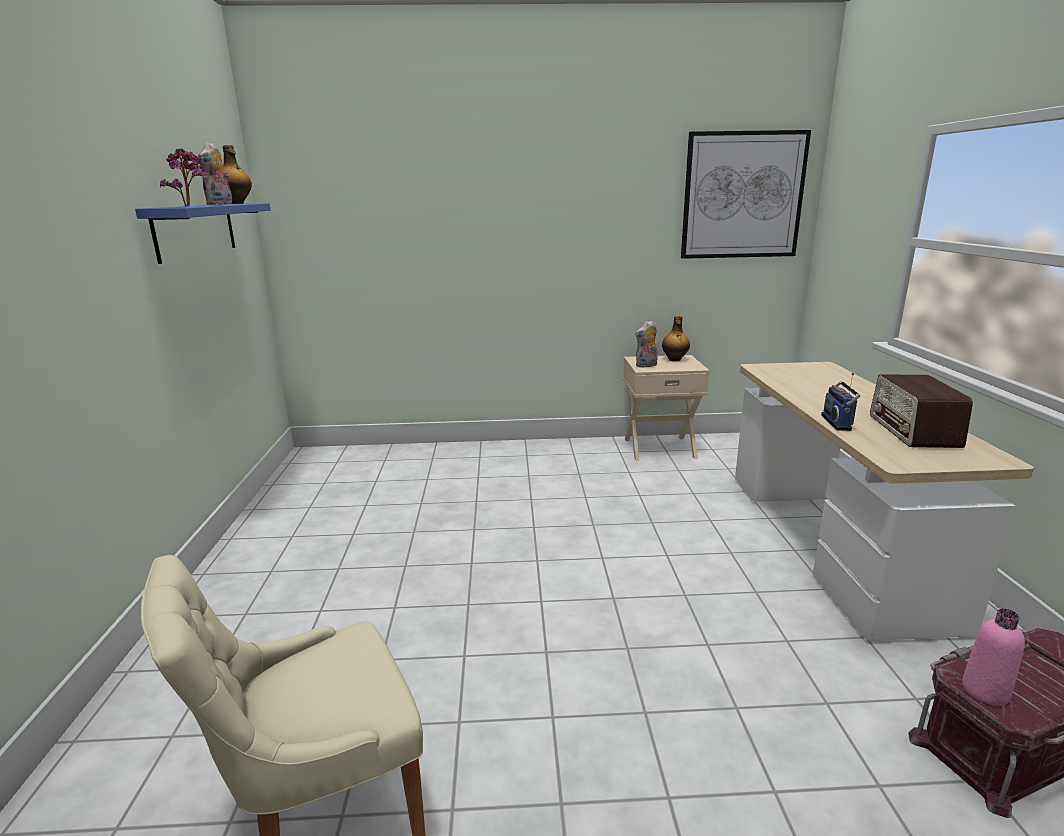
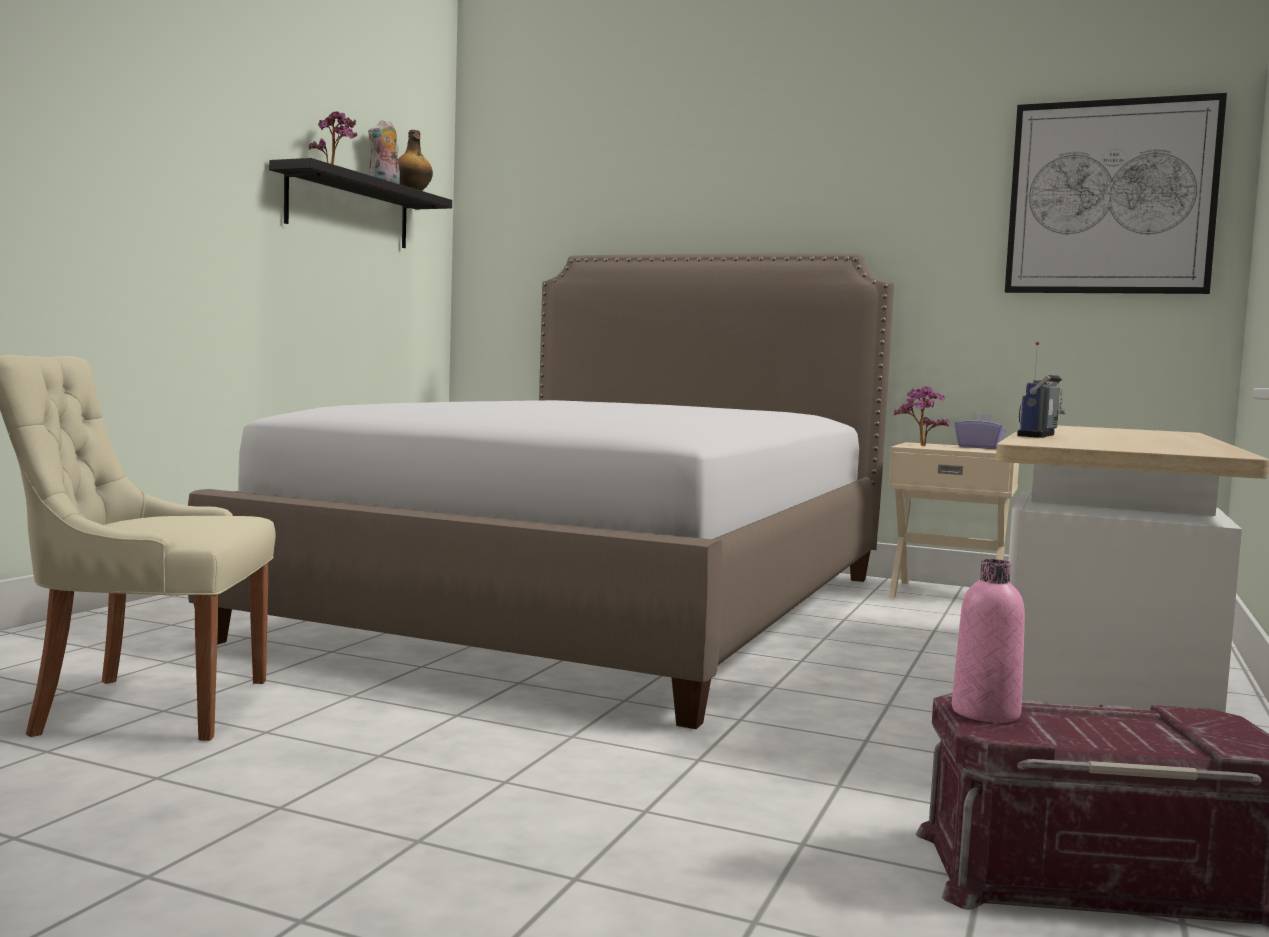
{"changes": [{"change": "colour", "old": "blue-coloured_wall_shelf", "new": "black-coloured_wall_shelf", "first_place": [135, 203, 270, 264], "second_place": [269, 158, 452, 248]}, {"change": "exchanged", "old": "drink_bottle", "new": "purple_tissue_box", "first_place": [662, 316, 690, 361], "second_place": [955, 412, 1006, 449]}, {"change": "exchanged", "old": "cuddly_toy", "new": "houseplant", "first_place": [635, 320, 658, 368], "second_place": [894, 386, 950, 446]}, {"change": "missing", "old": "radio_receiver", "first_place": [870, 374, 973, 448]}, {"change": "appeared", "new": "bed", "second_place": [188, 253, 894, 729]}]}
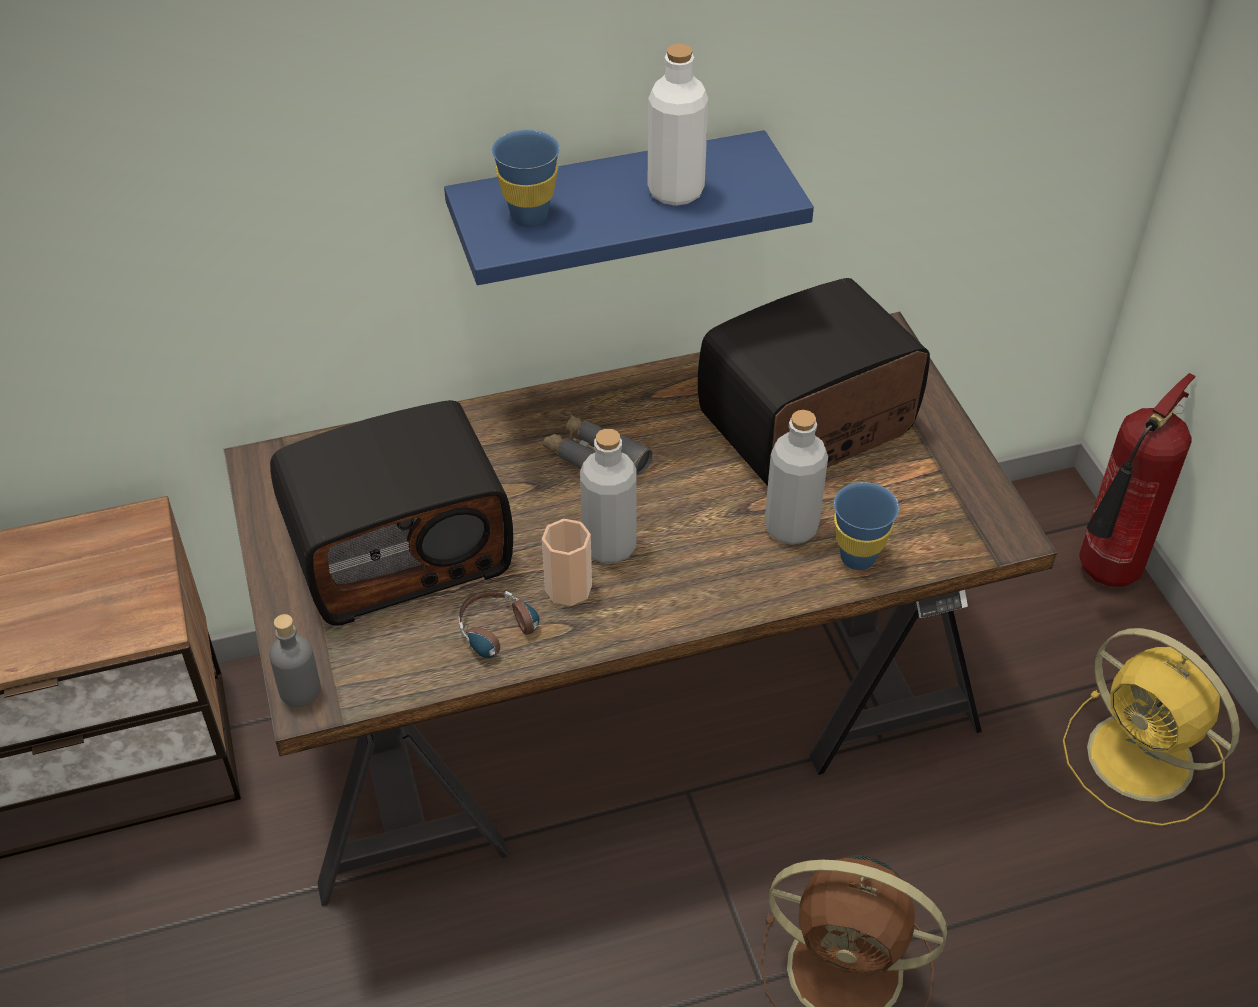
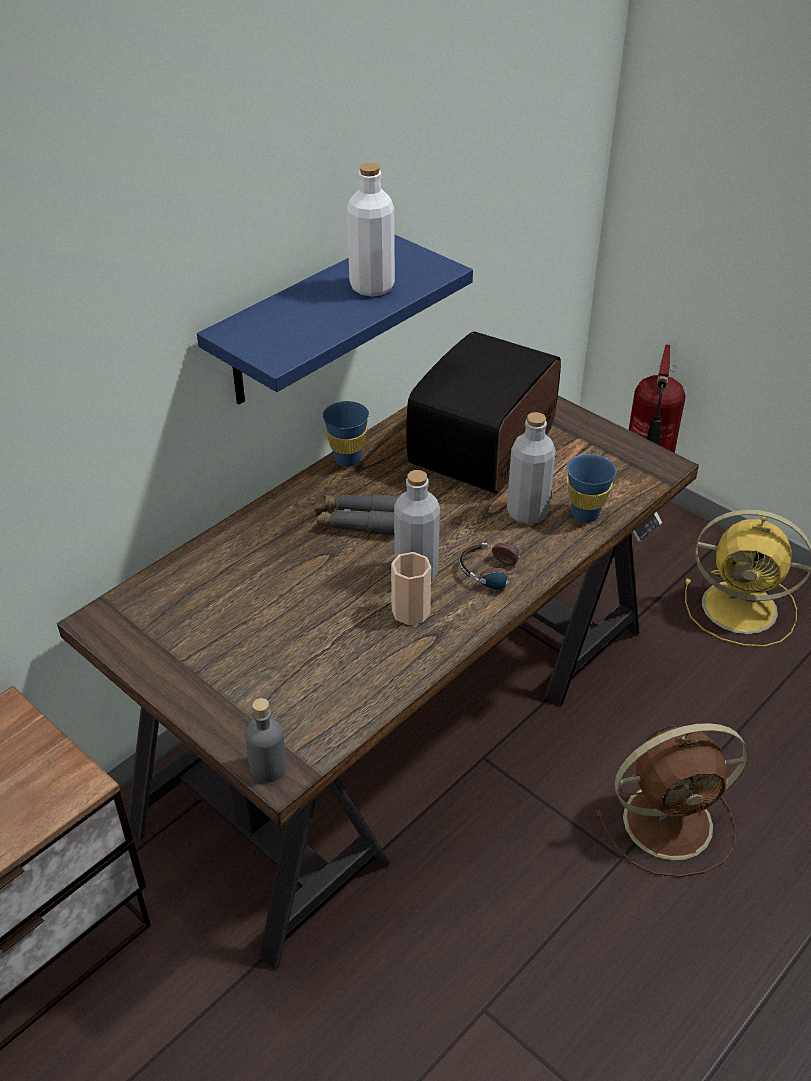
{"changes": [{"change": "relocated", "old": "blue-coloured_cup", "first_place": [492, 130, 560, 227], "second_place": [323, 401, 369, 467]}, {"change": "missing", "old": "radio_receiver", "first_place": [270, 400, 513, 625]}, {"change": "relocated", "old": "pair_of_headphones", "first_place": [459, 591, 540, 669], "second_place": [460, 543, 531, 590]}]}
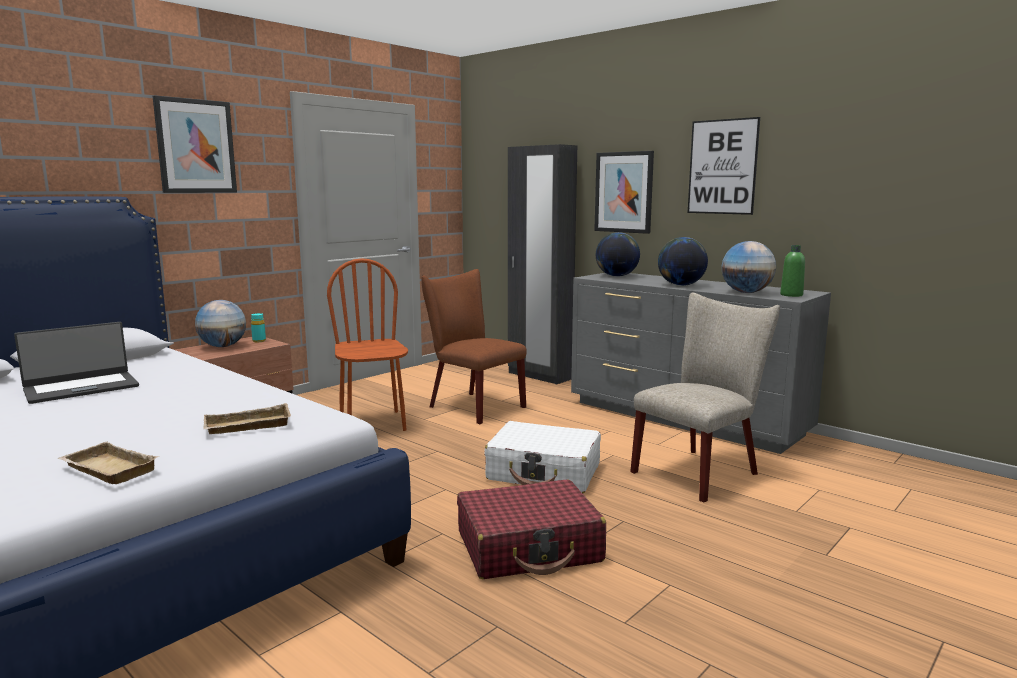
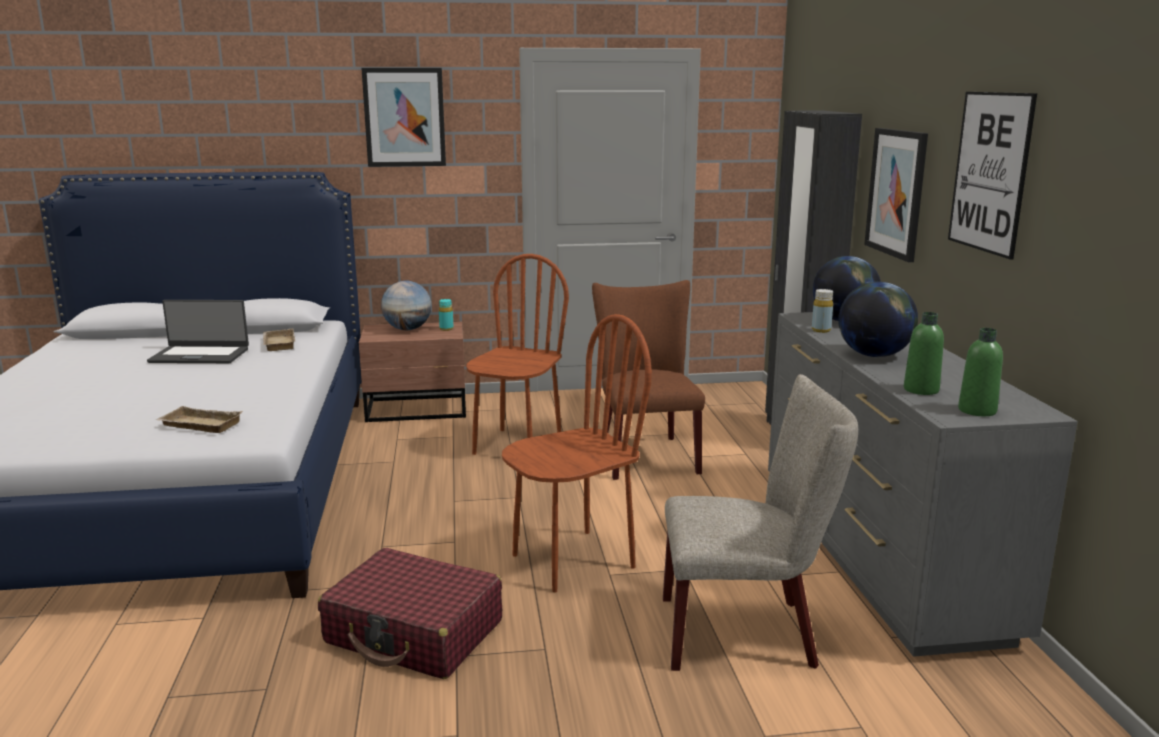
{"changes": [{"change": "exchanged", "old": "desk_globe", "new": "green-coloured_drink_bottle", "first_place": [721, 241, 776, 293], "second_place": [904, 312, 944, 395]}, {"change": "exchanged", "old": "whitish_travel_case", "new": "brown_chair", "first_place": [484, 421, 601, 493], "second_place": [502, 314, 652, 592]}, {"change": "relocated", "old": "beige_tray", "first_place": [58, 442, 159, 484], "second_place": [263, 329, 295, 351]}, {"change": "appeared", "new": "yellow-coloured_drink_bottle", "second_place": [812, 289, 833, 333]}]}
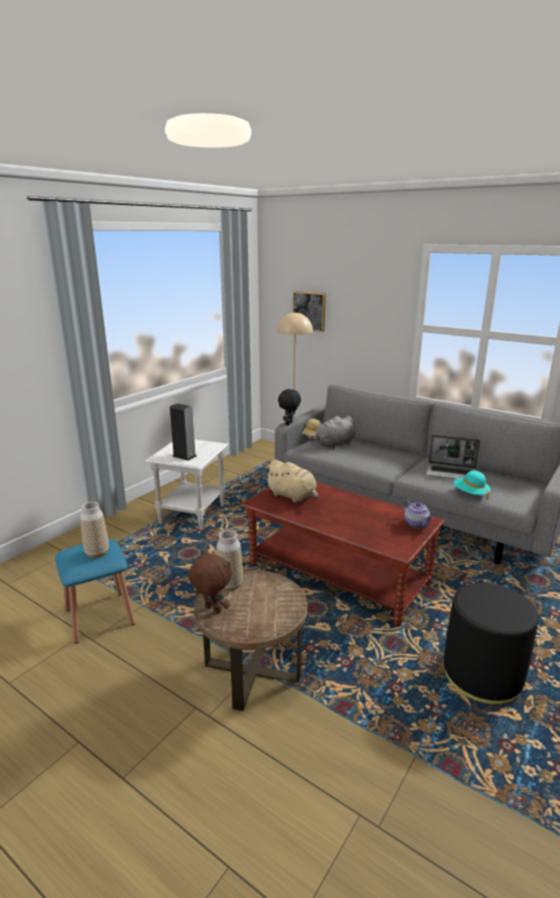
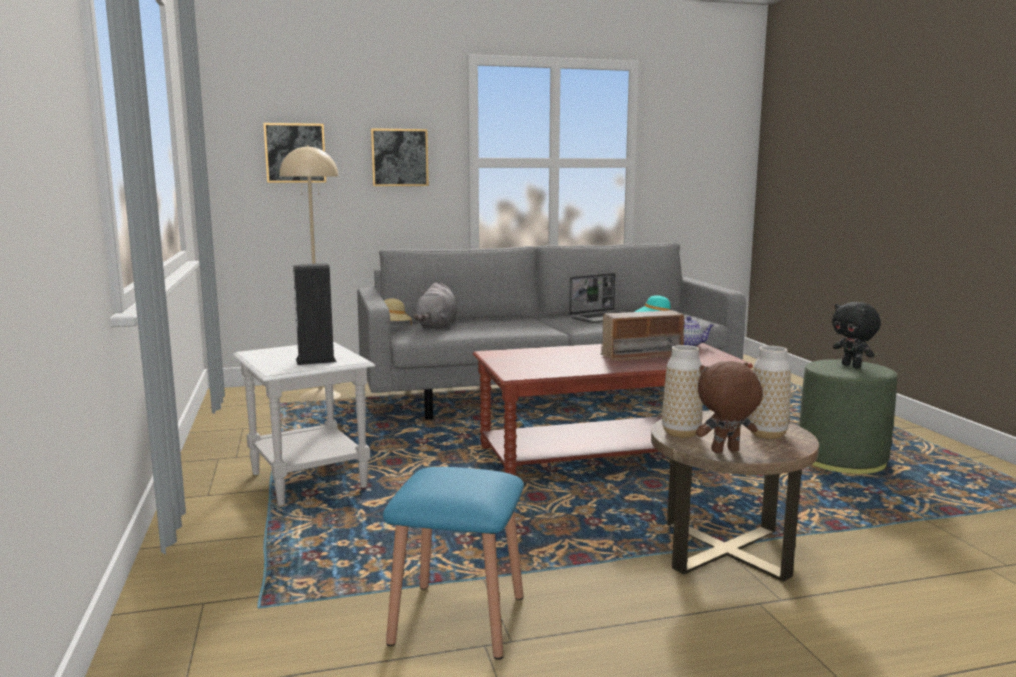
{"changes": [{"change": "relocated", "old": "black-coloured_cuddly_toy", "first_place": [278, 389, 301, 425], "second_place": [832, 302, 881, 368]}, {"change": "missing", "old": "beige_cuddly_toy", "first_place": [265, 459, 318, 503]}, {"change": "relocated", "old": "decorative_vase", "first_place": [80, 502, 109, 558], "second_place": [748, 346, 791, 439]}, {"change": "colour", "old": "black-coloured_pouffe", "new": "green-coloured_pouffe", "first_place": [444, 583, 538, 704], "second_place": [799, 359, 897, 474]}, {"change": "appeared", "new": "picture", "second_place": [371, 128, 429, 186]}, {"change": "appeared", "new": "radio_receiver", "second_place": [600, 310, 684, 361]}]}
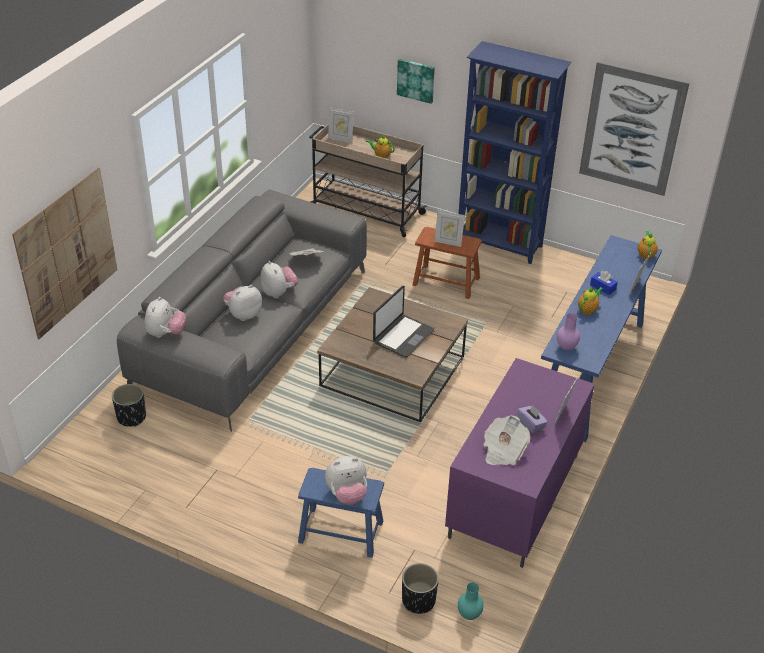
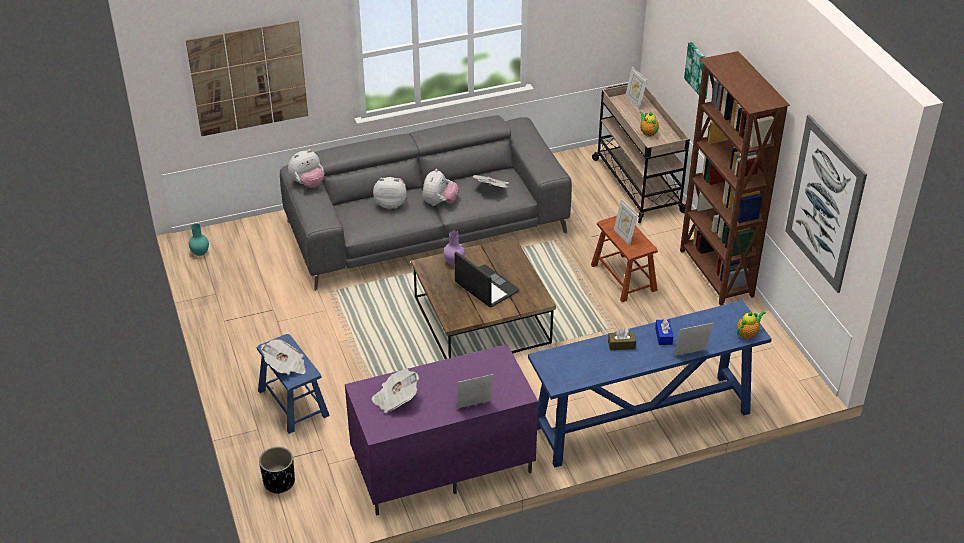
{"changes": [{"change": "colour", "old": "blue-coloured_shelving_unit", "new": "brown_shelving_unit", "first_place": [458, 41, 572, 264], "second_place": [680, 51, 790, 306]}, {"change": "spun", "old": "notebook_computer", "first_place": [373, 286, 434, 357], "second_place": [454, 252, 519, 307], "degrees": -120}, {"change": "exchanged", "old": "teapot", "new": "brown_tissue_box", "first_place": [578, 287, 603, 315], "second_place": [608, 328, 636, 350]}, {"change": "relocated", "old": "purple_decorative_vase", "first_place": [557, 313, 580, 350], "second_place": [444, 231, 465, 265]}, {"change": "missing", "old": "black-coloured_flower_pot", "first_place": [112, 384, 146, 427]}, {"change": "missing", "old": "purple_tissue_box", "first_place": [517, 405, 548, 434]}, {"change": "exchanged", "old": "cuddly_toy", "new": "newspaper", "first_place": [325, 456, 367, 505], "second_place": [261, 339, 306, 375]}, {"change": "relocated", "old": "blue-green_decorative_vase", "first_place": [458, 582, 484, 620], "second_place": [189, 224, 209, 256]}]}
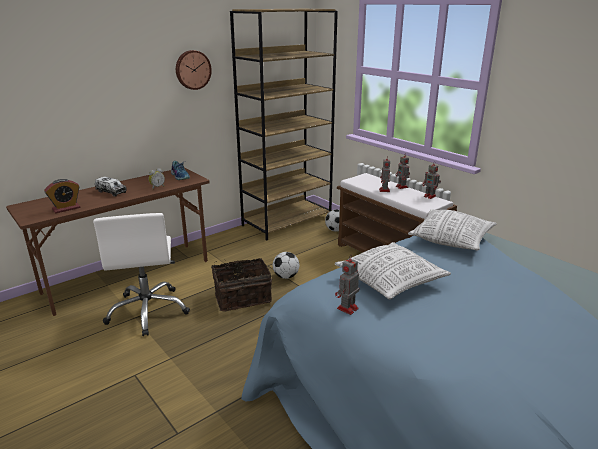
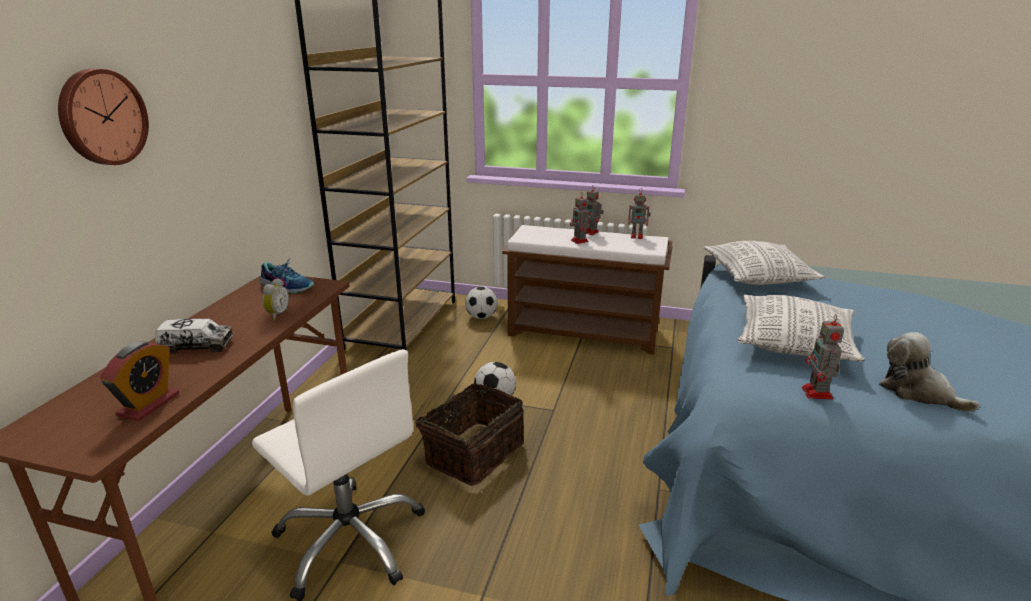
{"changes": [{"change": "relocated", "old": "wall_clock", "first_place": [176, 50, 212, 90], "second_place": [58, 69, 149, 165]}, {"change": "appeared", "new": "cuddly_toy", "second_place": [879, 332, 980, 412]}]}
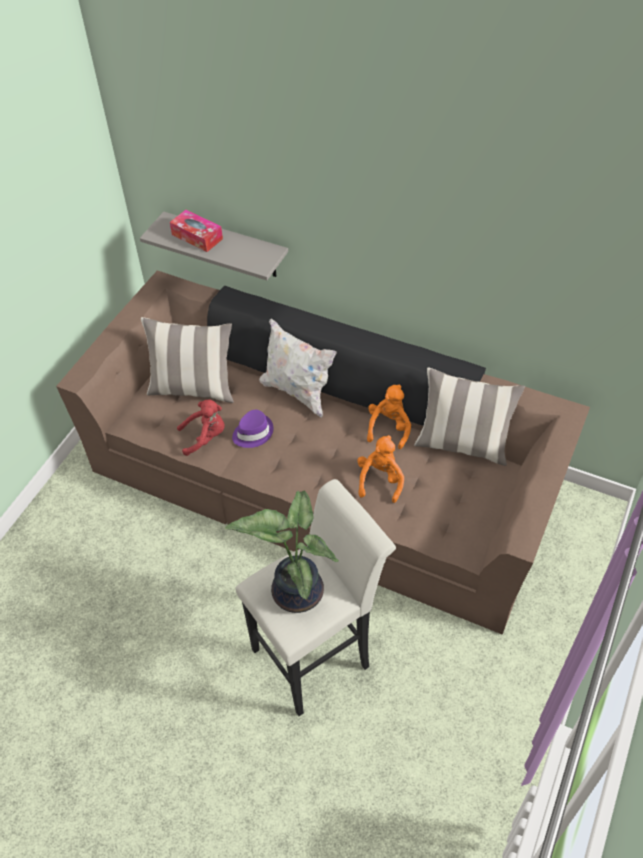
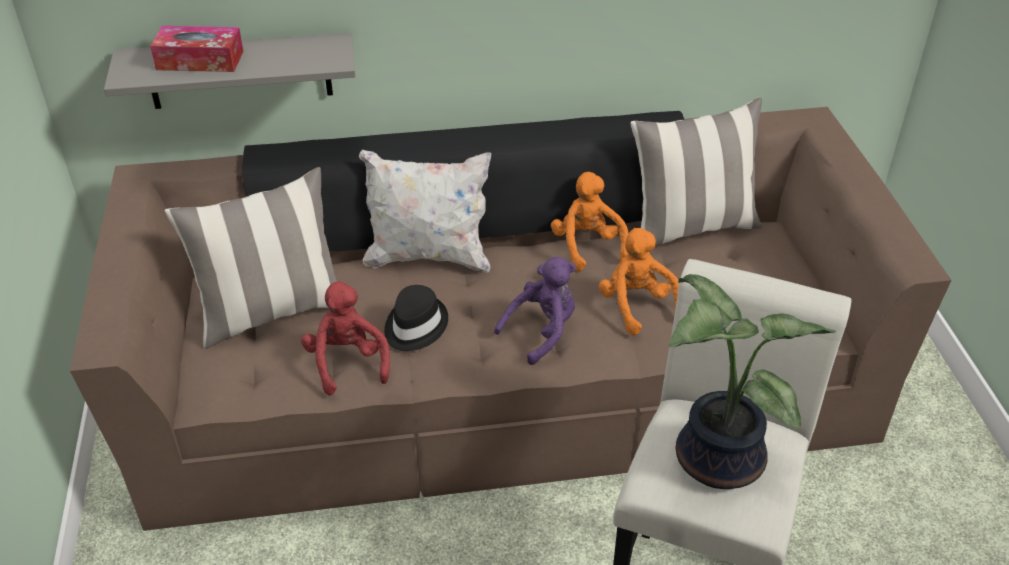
{"changes": [{"change": "spun", "old": "red-coloured_cuddly_toy", "first_place": [177, 399, 225, 456], "second_place": [301, 281, 390, 395], "degrees": -60}, {"change": "colour", "old": "purple_clothing_hat", "new": "black-coloured_clothing_hat", "first_place": [232, 410, 273, 448], "second_place": [384, 285, 448, 351]}, {"change": "appeared", "new": "purple_cuddly_toy", "second_place": [494, 257, 576, 365]}]}
